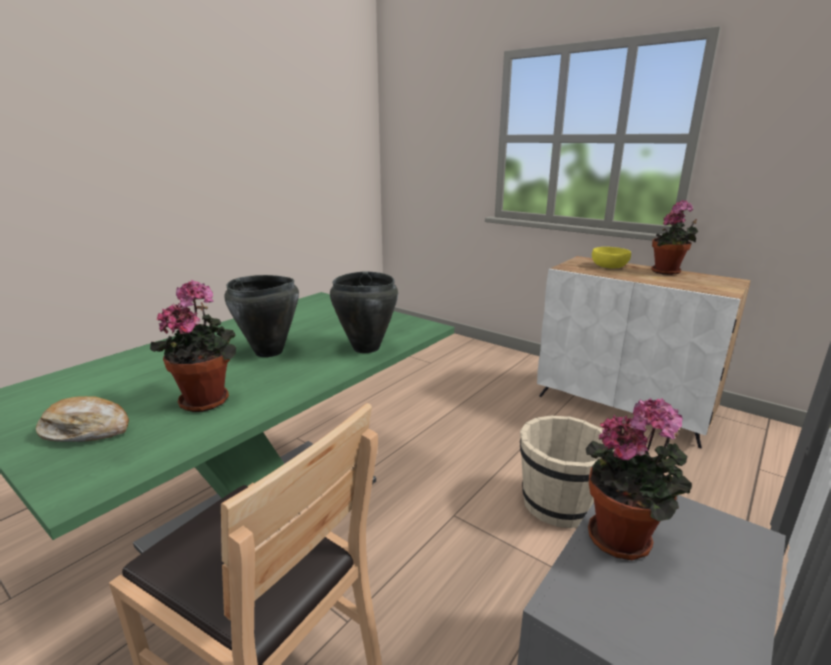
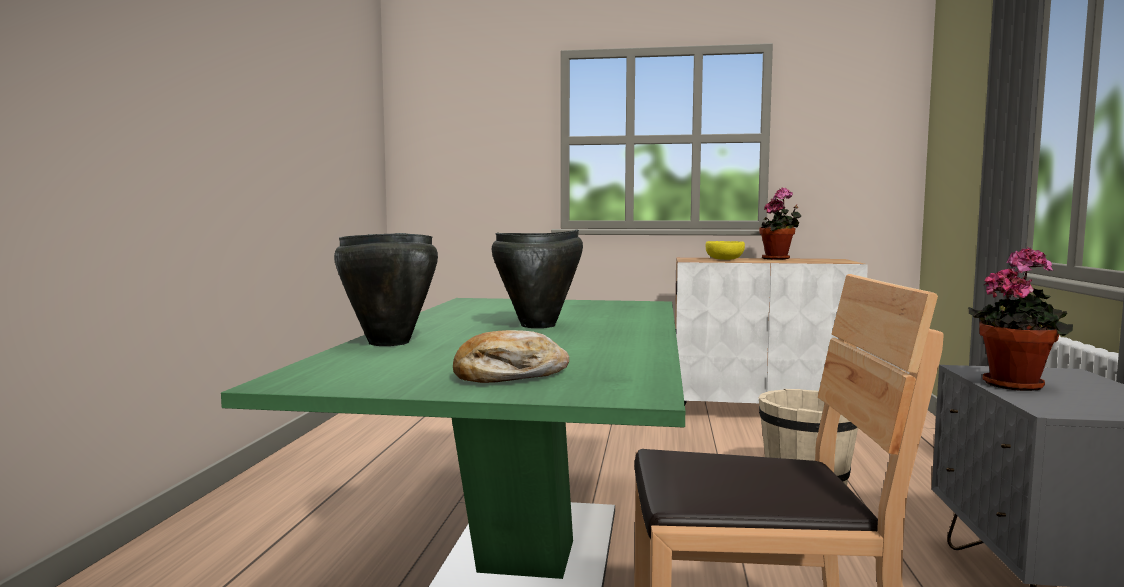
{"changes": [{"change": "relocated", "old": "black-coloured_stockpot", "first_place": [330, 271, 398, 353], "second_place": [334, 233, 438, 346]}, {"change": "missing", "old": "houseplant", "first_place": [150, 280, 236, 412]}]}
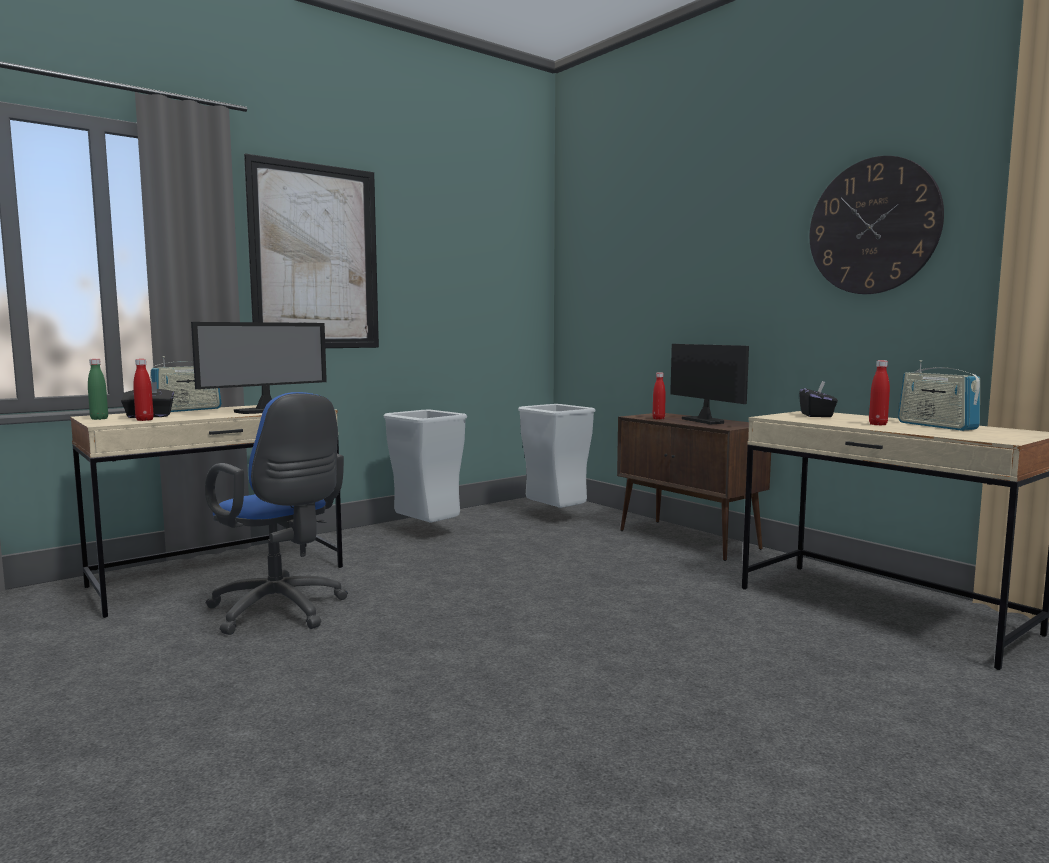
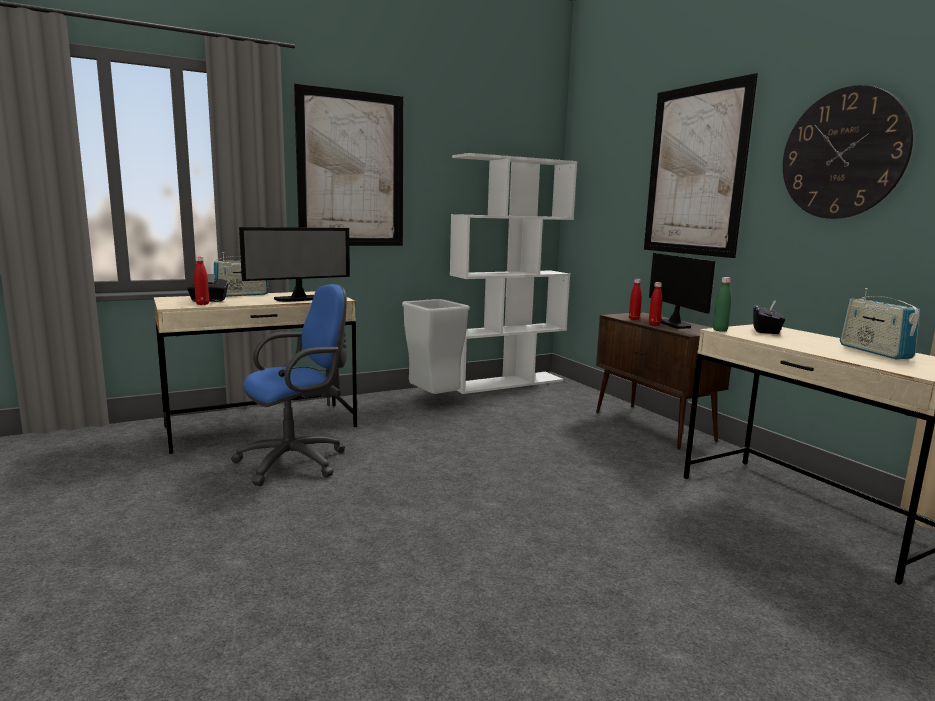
{"changes": [{"change": "relocated", "old": "green-coloured_drink_bottle", "first_place": [88, 358, 108, 420], "second_place": [713, 277, 731, 332]}, {"change": "relocated", "old": "red-coloured_drink_bottle", "first_place": [869, 360, 890, 426], "second_place": [649, 282, 662, 326]}, {"change": "spun", "old": "blue-coloured_office_chair", "first_place": [205, 392, 348, 635], "second_place": [231, 284, 347, 486], "degrees": -90}, {"change": "missing", "old": "gray_rubbish_bin", "first_place": [518, 404, 595, 508]}, {"change": "appeared", "new": "picture", "second_place": [644, 73, 758, 258]}, {"change": "appeared", "new": "whitish_shelving_unit", "second_place": [450, 153, 577, 394]}]}
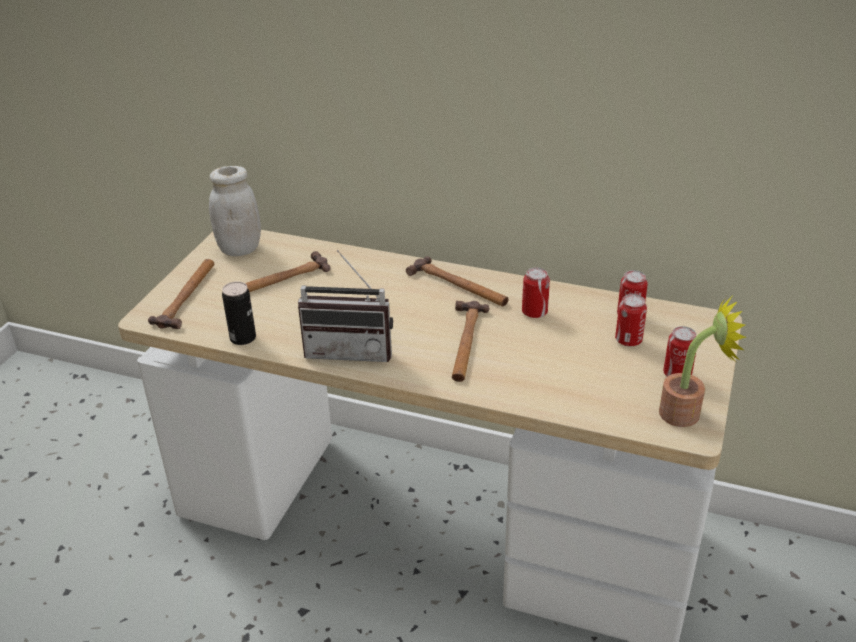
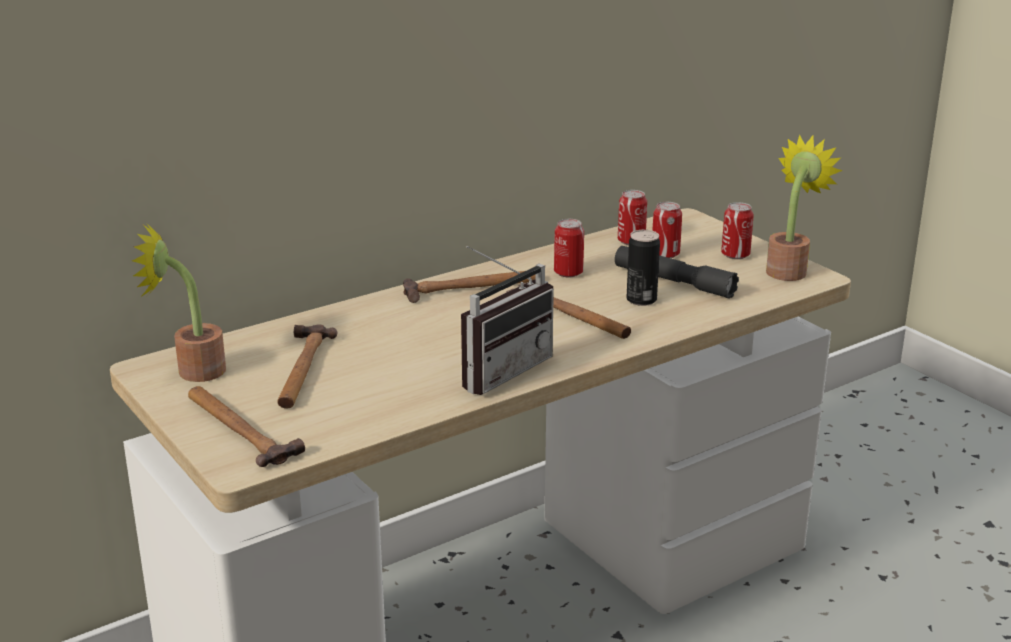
{"changes": [{"change": "exchanged", "old": "whitish_jar", "new": "houseplant", "first_place": [209, 166, 261, 256], "second_place": [132, 222, 226, 382]}, {"change": "relocated", "old": "metal_can", "first_place": [222, 281, 256, 345], "second_place": [627, 230, 660, 306]}, {"change": "appeared", "new": "gray_hand_torch", "second_place": [615, 246, 739, 299]}]}
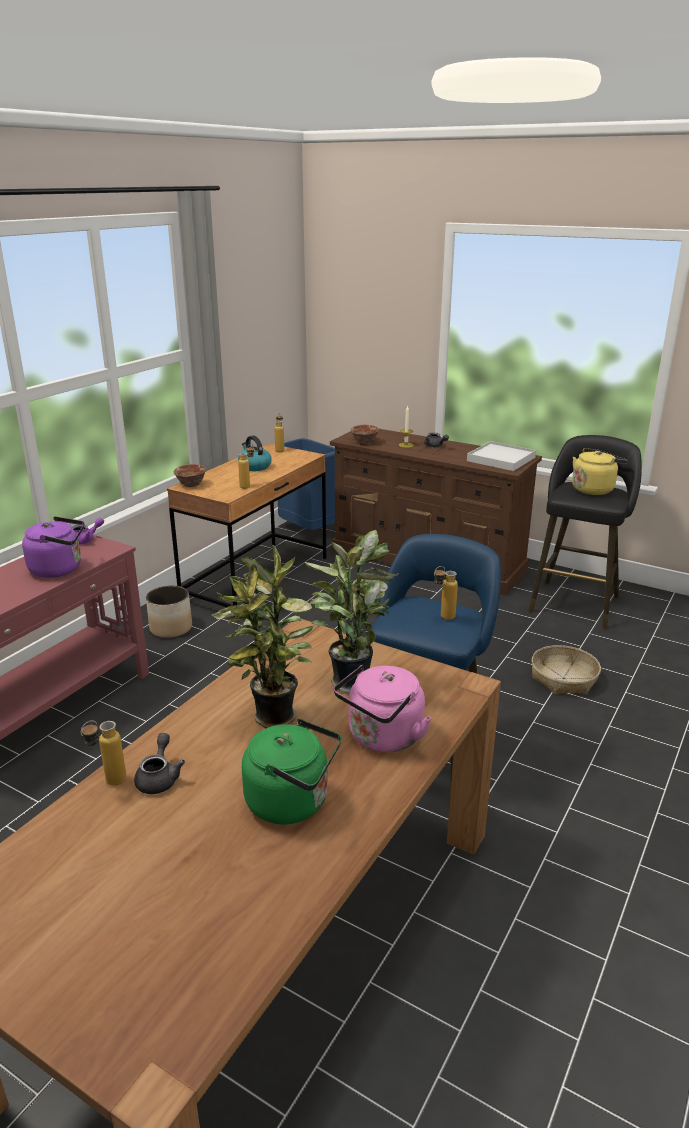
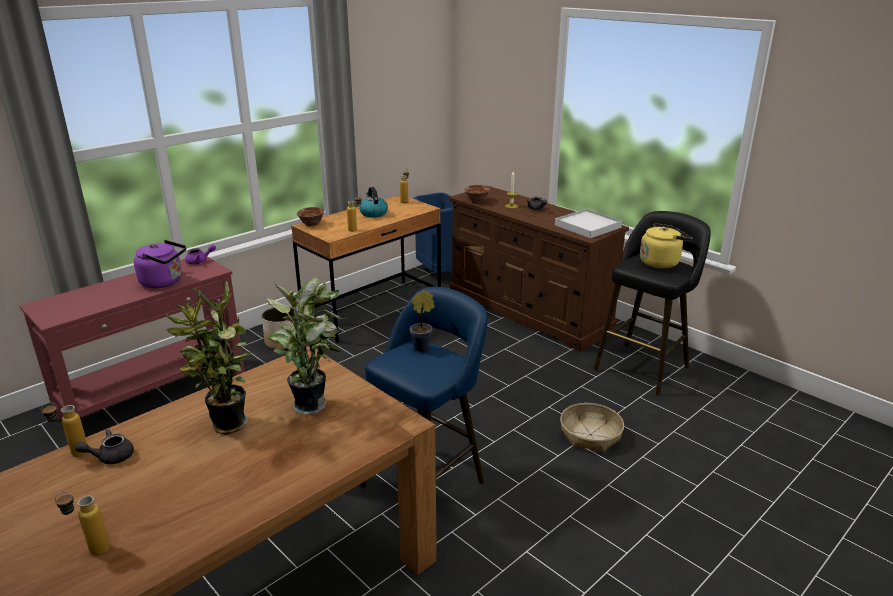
{"changes": [{"change": "relocated", "old": "drink_bottle", "first_place": [434, 566, 458, 620], "second_place": [54, 492, 110, 556]}, {"change": "missing", "old": "pink_water_kettle", "first_place": [334, 665, 432, 752]}, {"change": "missing", "old": "green-coloured_water_kettle", "first_place": [242, 718, 342, 824]}, {"change": "spun", "old": "gray_teapot", "first_place": [134, 733, 185, 794], "second_place": [75, 429, 134, 464], "degrees": -135}, {"change": "appeared", "new": "houseplant", "second_place": [410, 290, 435, 352]}]}
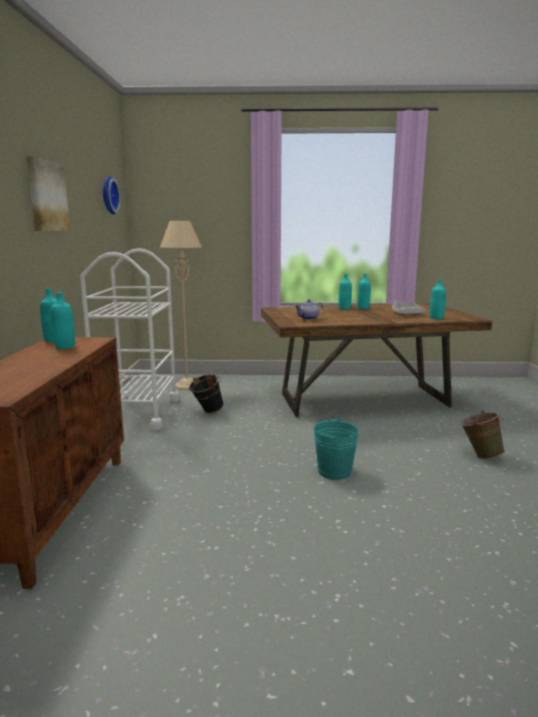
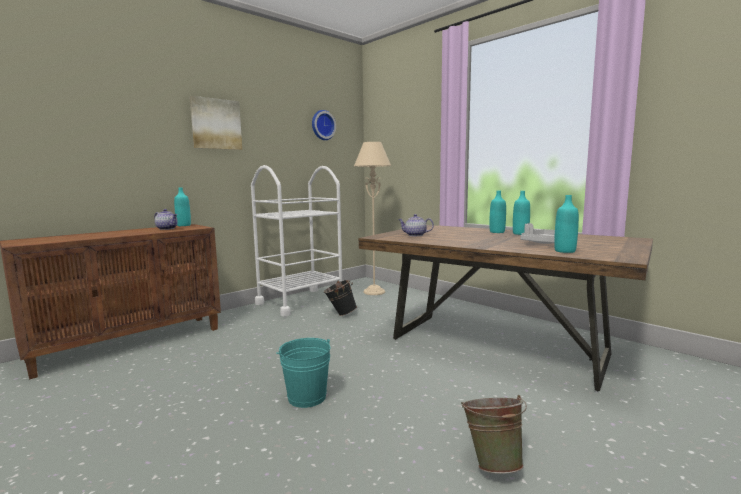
{"changes": [{"change": "exchanged", "old": "blue-green_drink_bottle", "new": "teapot", "first_place": [51, 292, 75, 349], "second_place": [154, 209, 178, 230]}]}
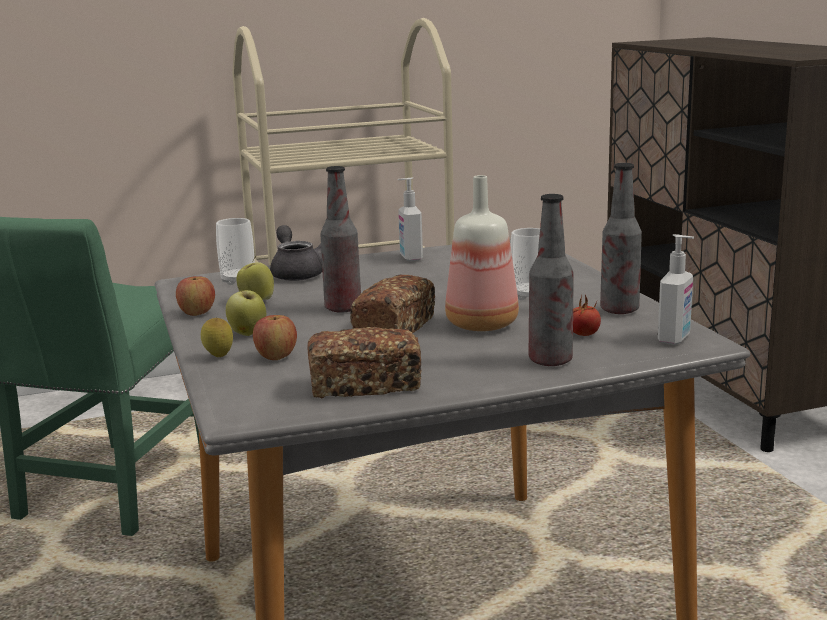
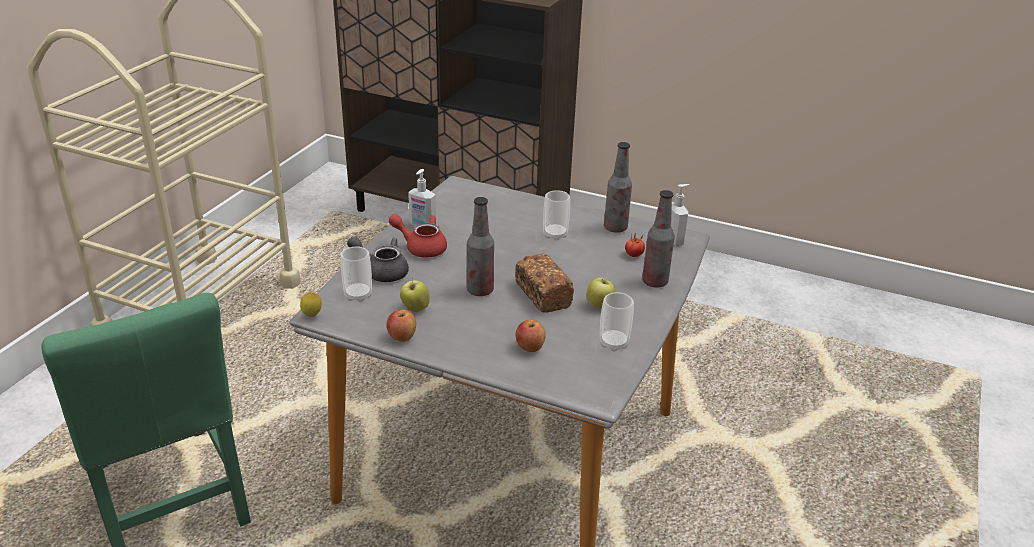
{"changes": [{"change": "missing", "old": "drink_bottle", "first_place": [445, 175, 519, 331]}, {"change": "relocated", "old": "apple_fruit", "first_place": [226, 287, 266, 336], "second_place": [587, 278, 615, 308]}, {"change": "relocated", "old": "lemon", "first_place": [201, 318, 233, 357], "second_place": [300, 292, 322, 317]}, {"change": "exchanged", "old": "baked_bread", "new": "cup", "first_place": [308, 327, 421, 398], "second_place": [600, 292, 634, 352]}, {"change": "appeared", "new": "red-coloured_teapot", "second_place": [388, 214, 447, 257]}]}
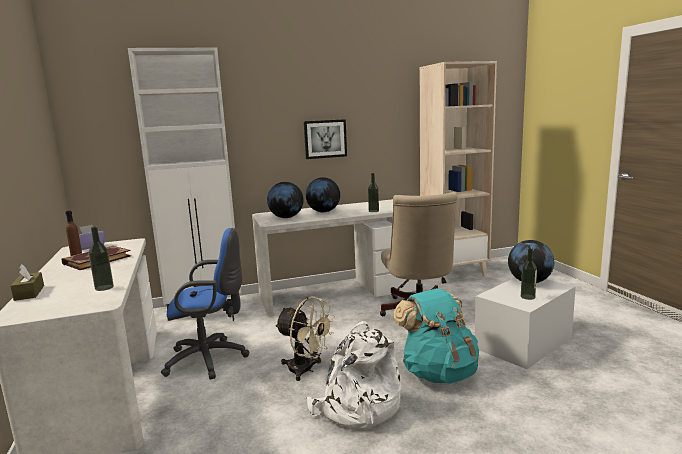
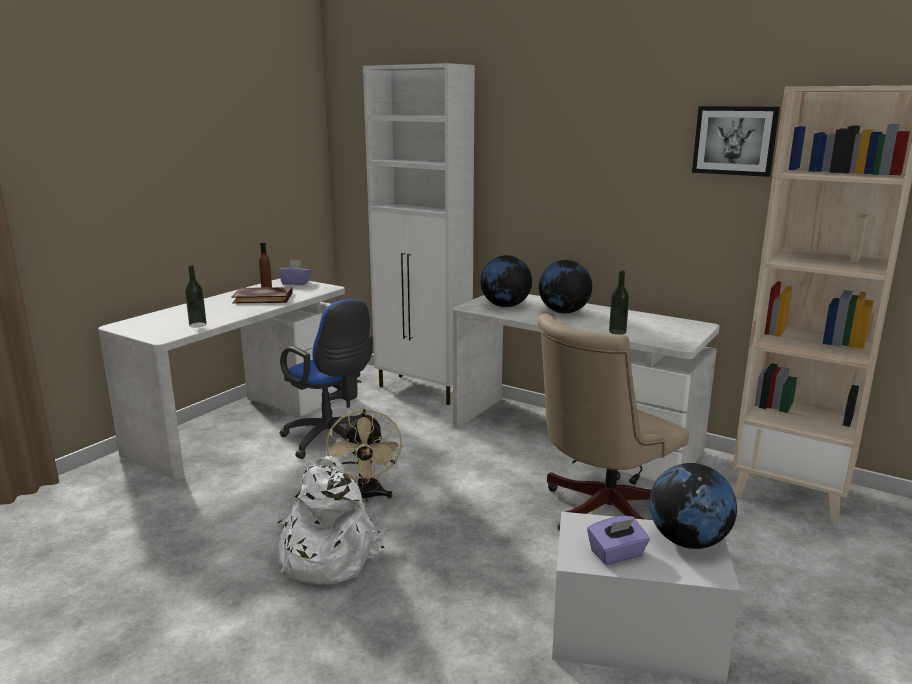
{"changes": [{"change": "relocated", "old": "picture", "first_place": [304, 119, 347, 159], "second_place": [692, 106, 780, 177]}, {"change": "exchanged", "old": "drink_bottle", "new": "purple_tissue_box", "first_place": [521, 248, 537, 300], "second_place": [587, 516, 650, 565]}, {"change": "missing", "old": "brown_tissue_box", "first_place": [10, 264, 44, 301]}, {"change": "missing", "old": "blue-green_knapsack", "first_place": [393, 288, 479, 384]}]}
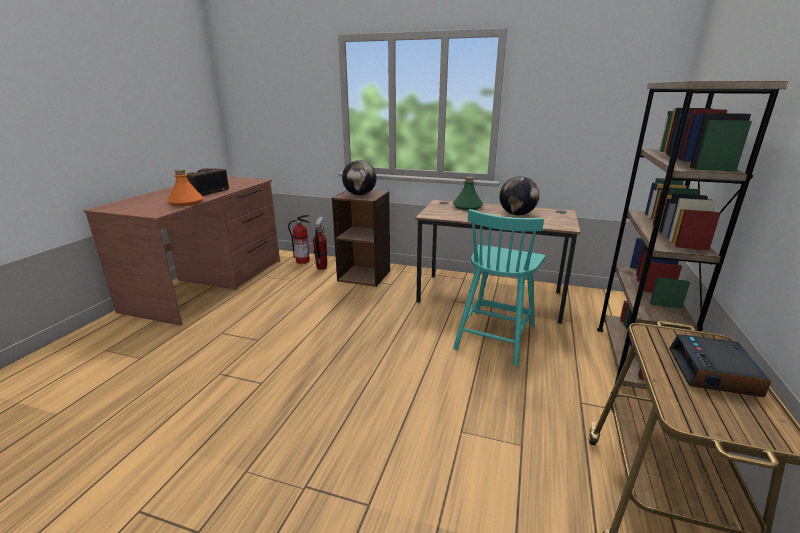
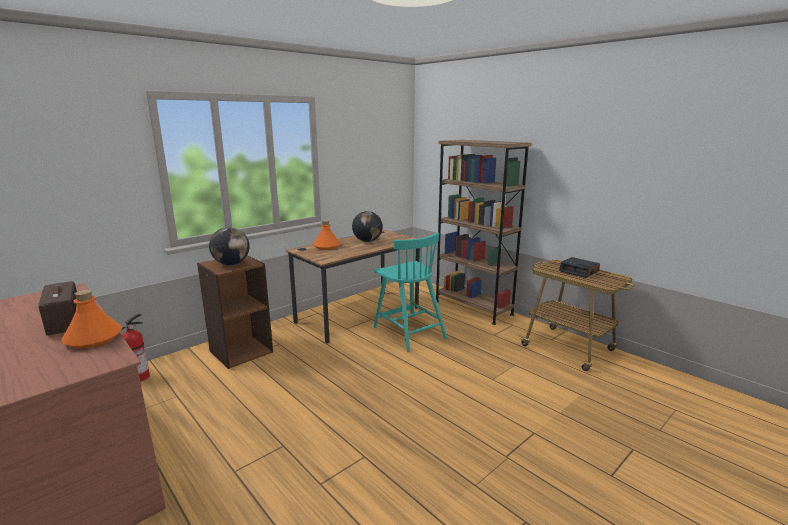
{"changes": [{"change": "colour", "old": "green-coloured_drink_bottle", "new": "orange-coloured_drink_bottle", "first_place": [453, 177, 483, 210], "second_place": [313, 220, 340, 250]}, {"change": "missing", "old": "fire-fighting_cylinder", "first_place": [313, 216, 328, 270]}]}
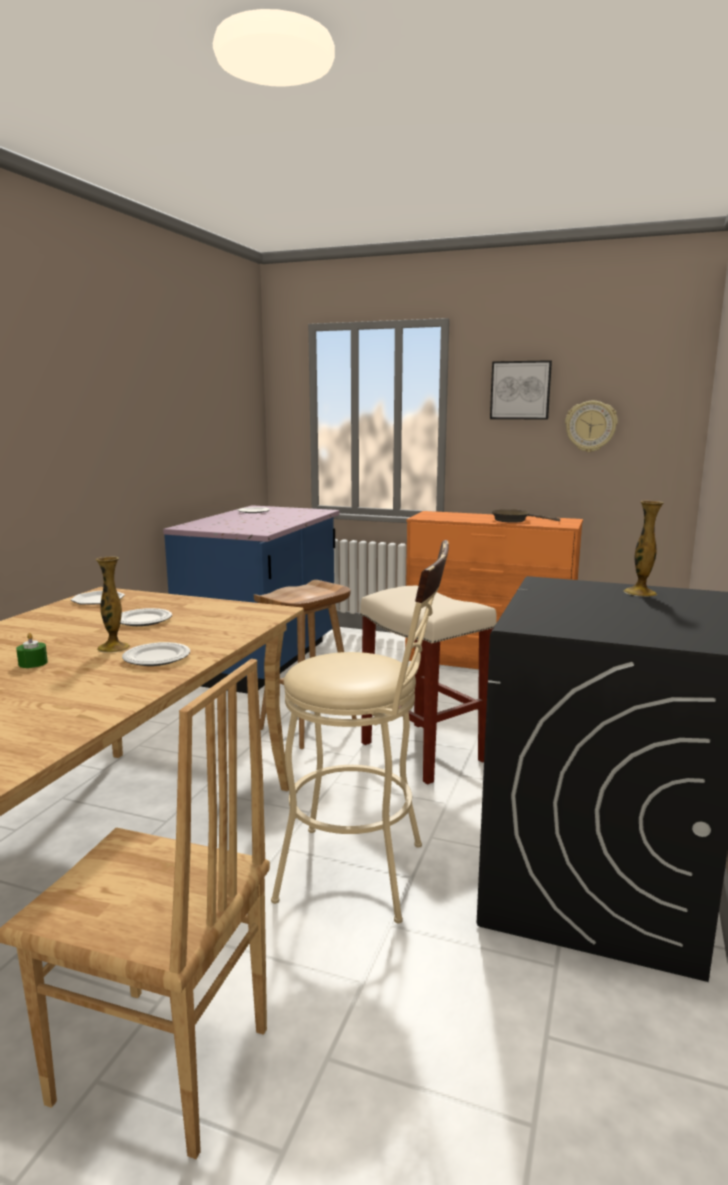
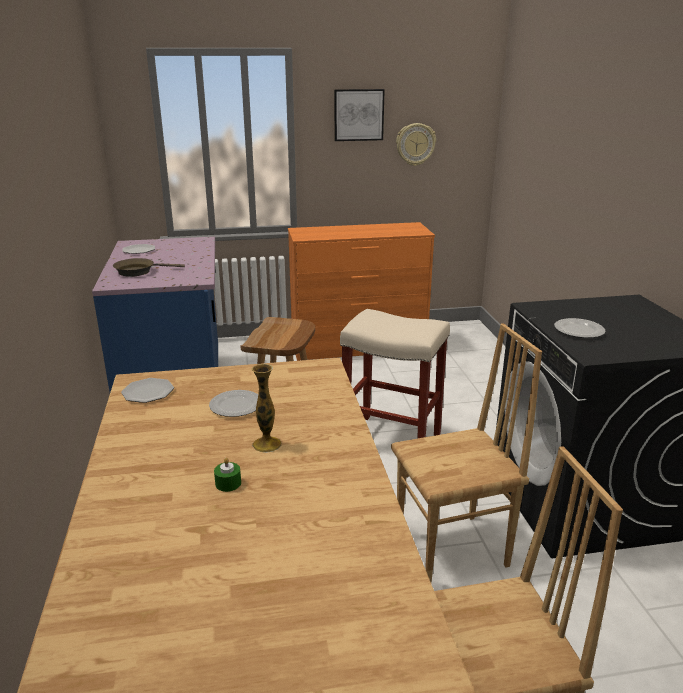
{"changes": [{"change": "missing", "old": "decorative_vase", "first_place": [624, 501, 664, 597]}, {"change": "relocated", "old": "brown_skillet", "first_place": [491, 509, 560, 523], "second_place": [113, 258, 185, 277]}, {"change": "exchanged", "old": "beige_stool", "new": "brown_chair", "first_place": [271, 540, 449, 923], "second_place": [391, 323, 542, 583]}, {"change": "relocated", "old": "flat_dish", "first_place": [122, 642, 190, 666], "second_place": [554, 318, 606, 338]}]}
